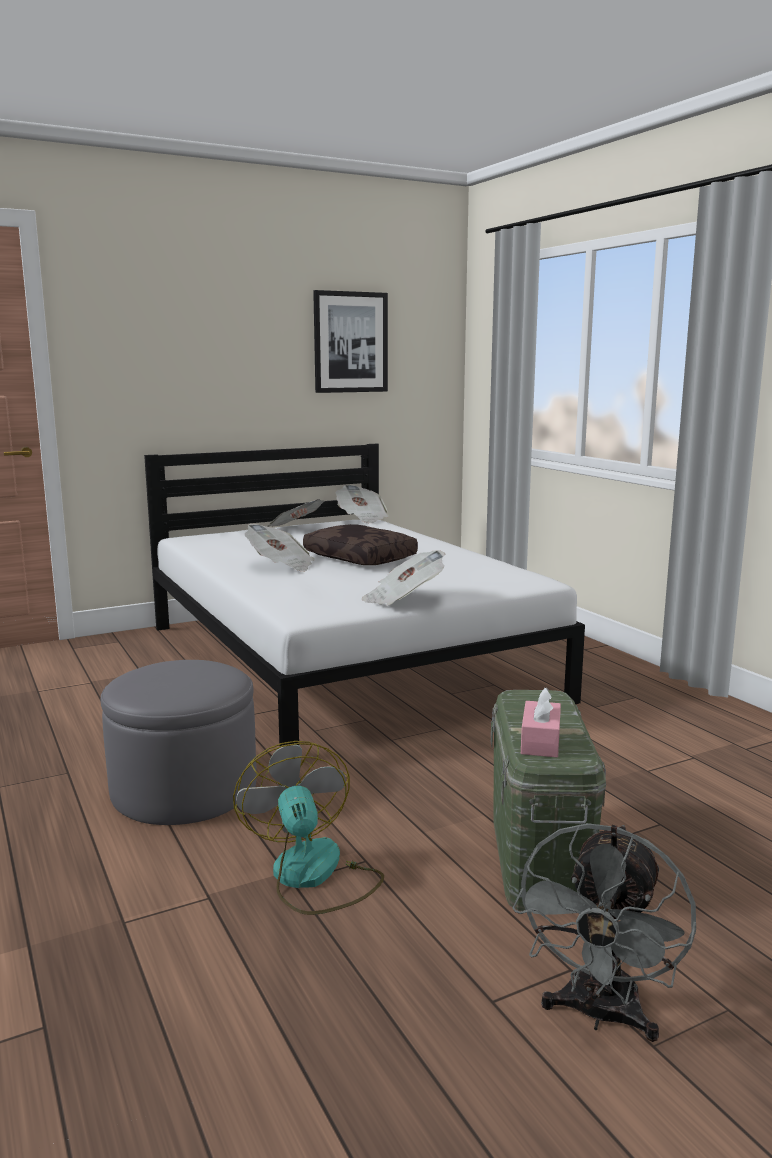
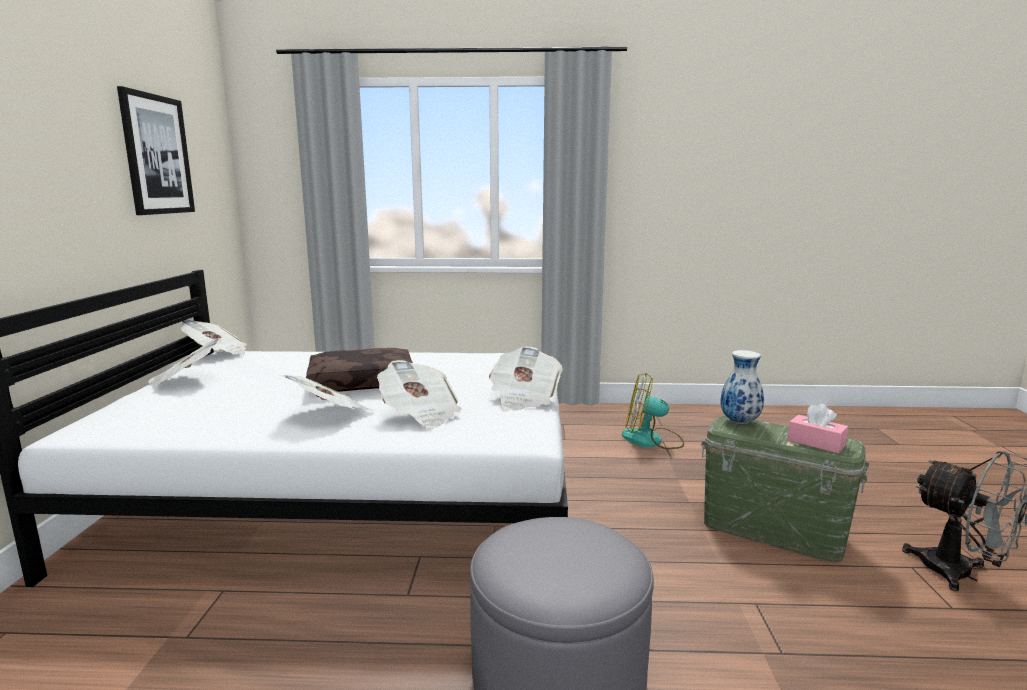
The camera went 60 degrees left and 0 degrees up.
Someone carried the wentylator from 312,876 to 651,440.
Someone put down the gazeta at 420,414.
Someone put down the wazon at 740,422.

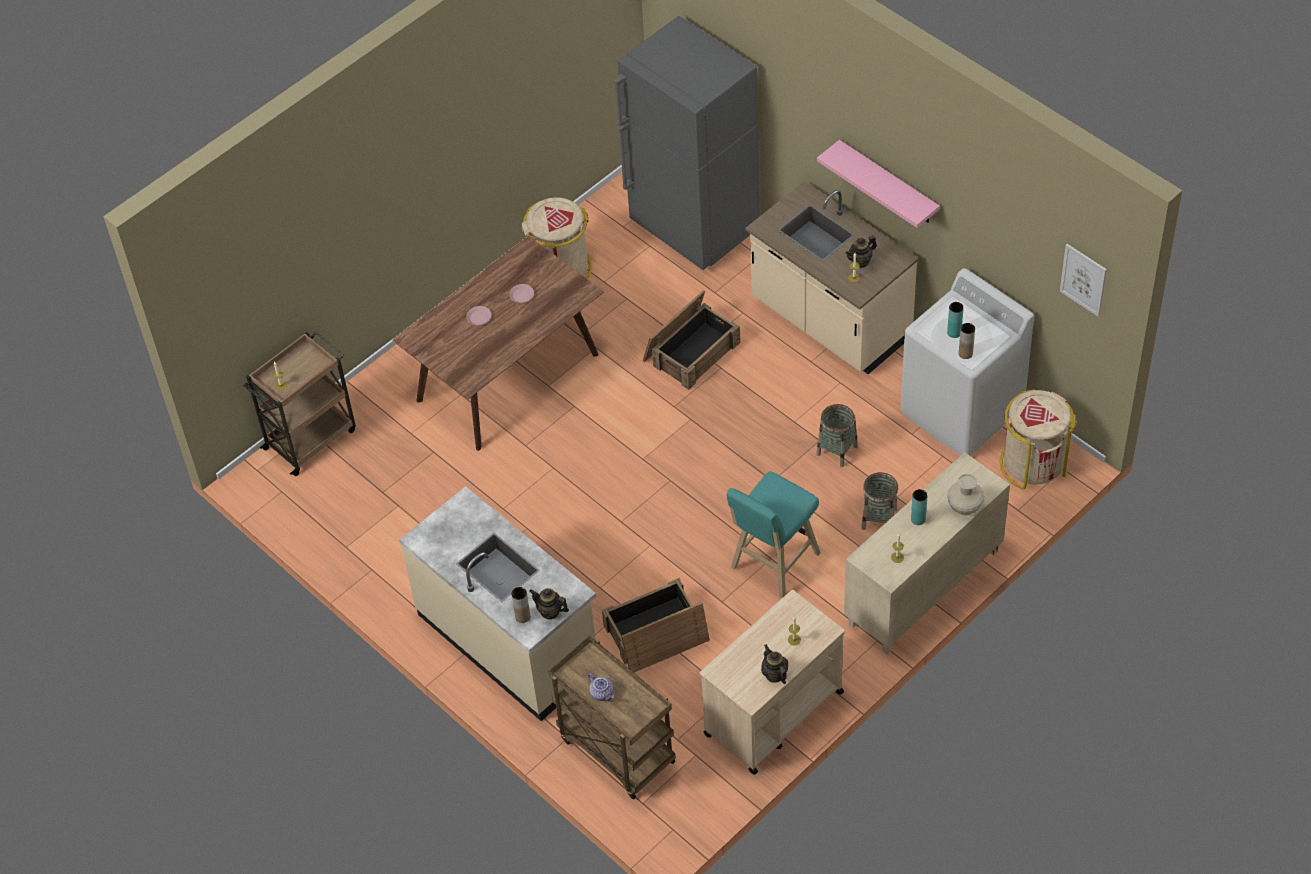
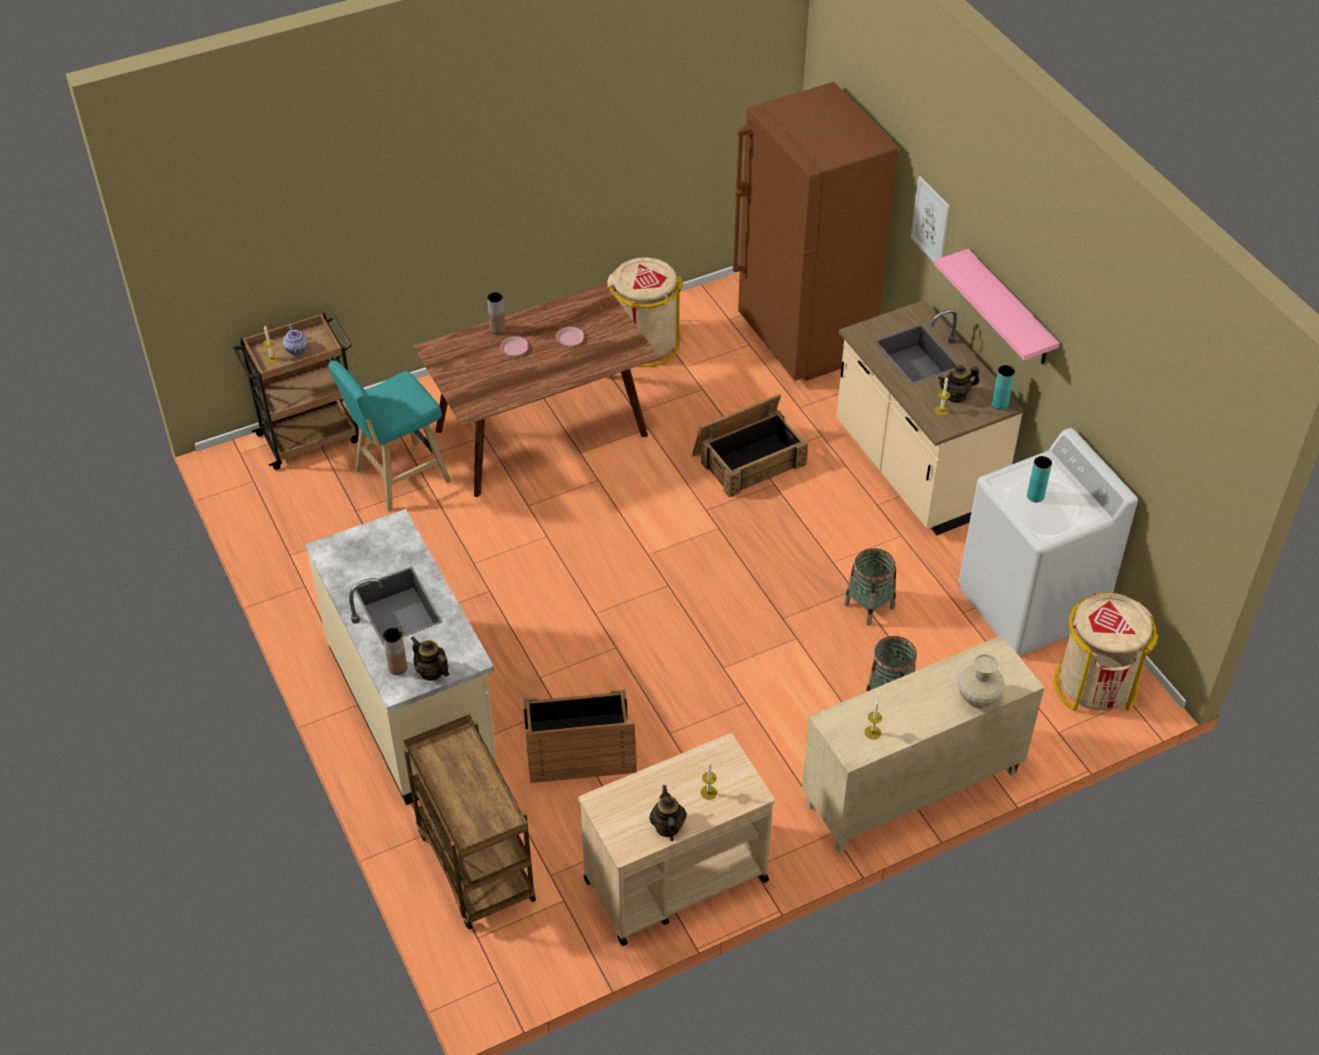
The camera went 15 degrees right and 5 degrees down.
Someone carried the imbryk from 602,693 to 297,349.
Someone repainted the lodówka/szary at 694,228, which became the lodówka/brązowy at 804,340.
Someone carried the stołek/turkusowy from 772,563 to 398,478.
Someone carried the wazon/turkusowy from 918,519 to 999,404.
Someone carried the wazon/brązowy from 965,353 to 497,330.
Someone carried the obraz from 1083,279 to 930,222.

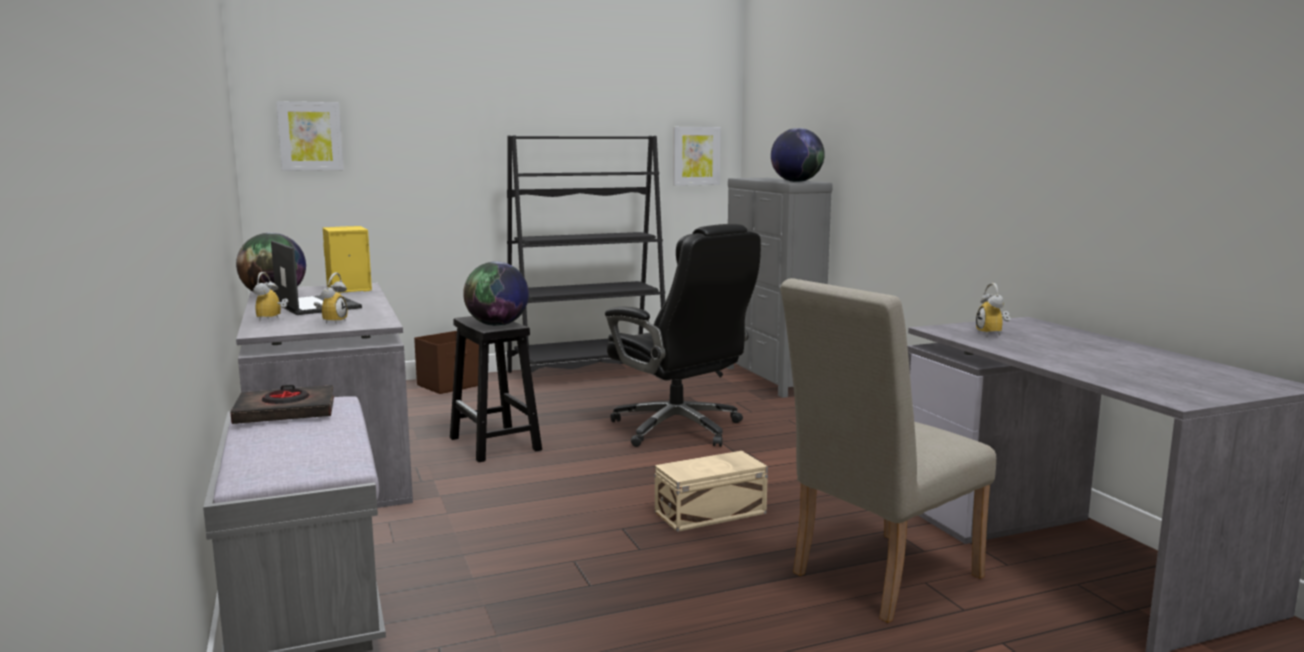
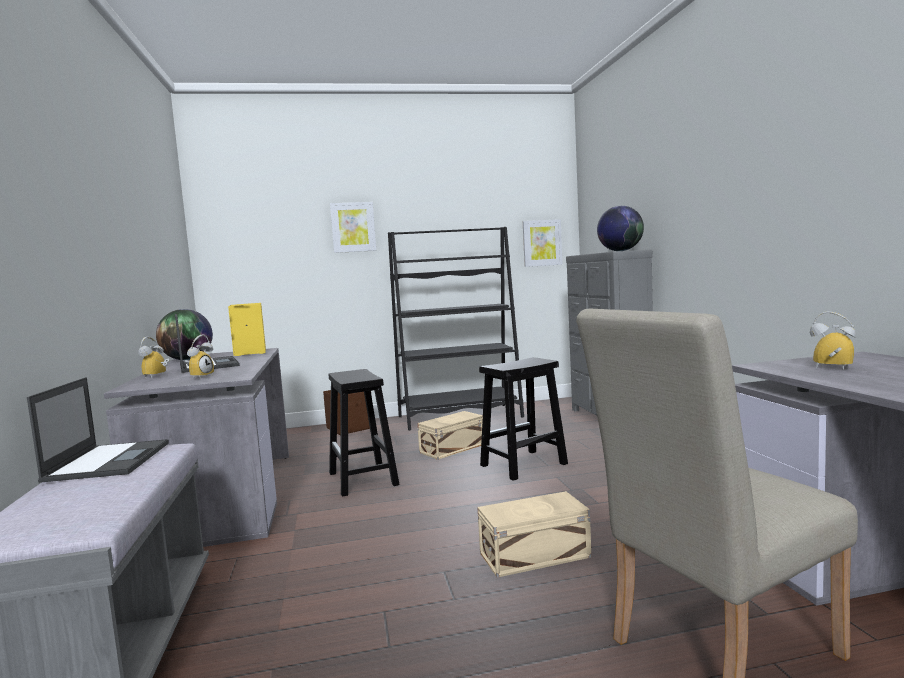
The camera went 10 degrees right and 5 degrees down.
Someone swapped the książka/czarny at 286,412 for the laptop at 109,460.
Someone carried the obraz from 310,136 to 353,227.
Someone took away the globus at 497,325.
Someone swapped the krzesło biurowe/czarny at 679,429 for the stołek/czarny at 522,465.
Someone rotated the budzik at 994,334 by 120 degrees clockwise.
Someone put down the pojemnik do przechowywania/beżowy at 451,448.

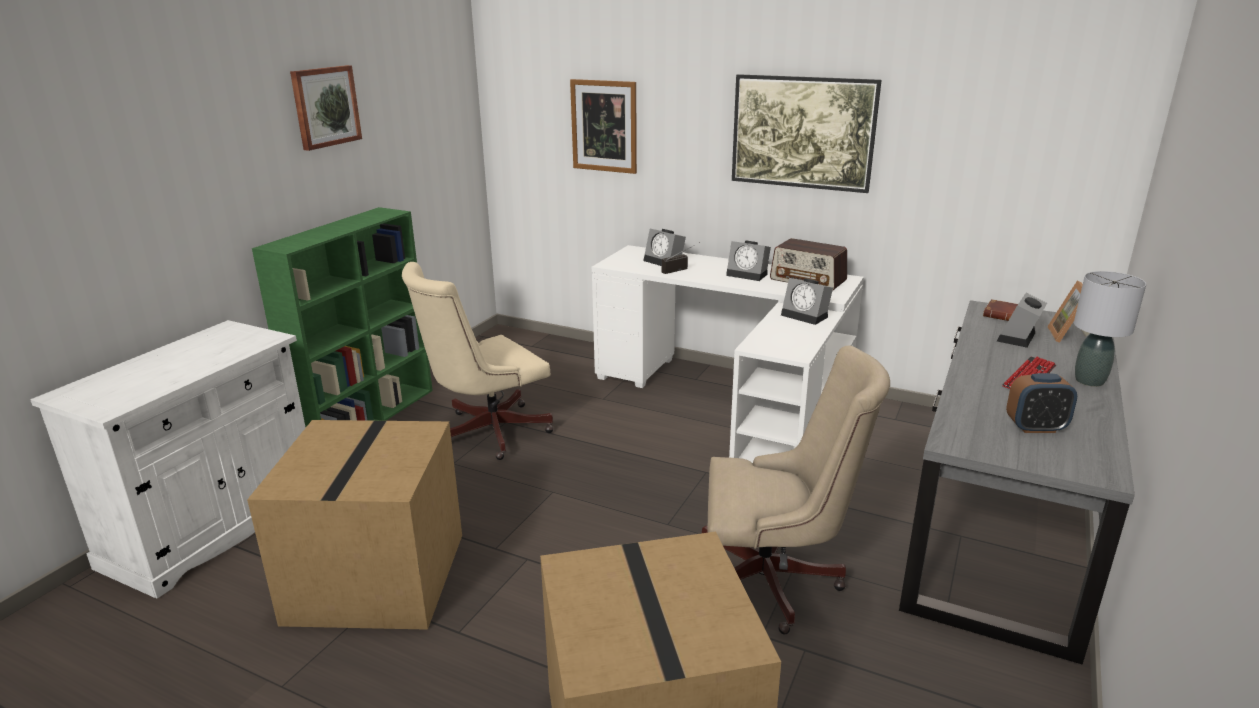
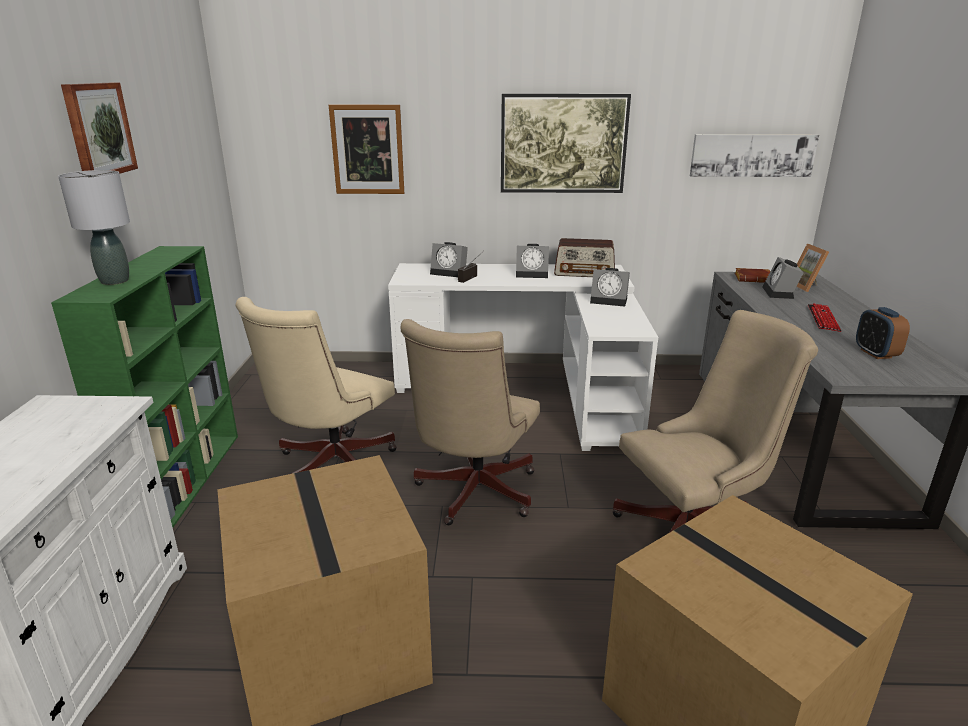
The camera went 25 degrees left and 0 degrees up.
Someone rotated the budzik at 1035,428 by 105 degrees clockwise.
Someone carried the lampa stołowa/szary from 1089,381 to 114,281.
Someone put down the krzesło biurowe/beżowy at 472,494.
Someone put up the obraz at 752,155.

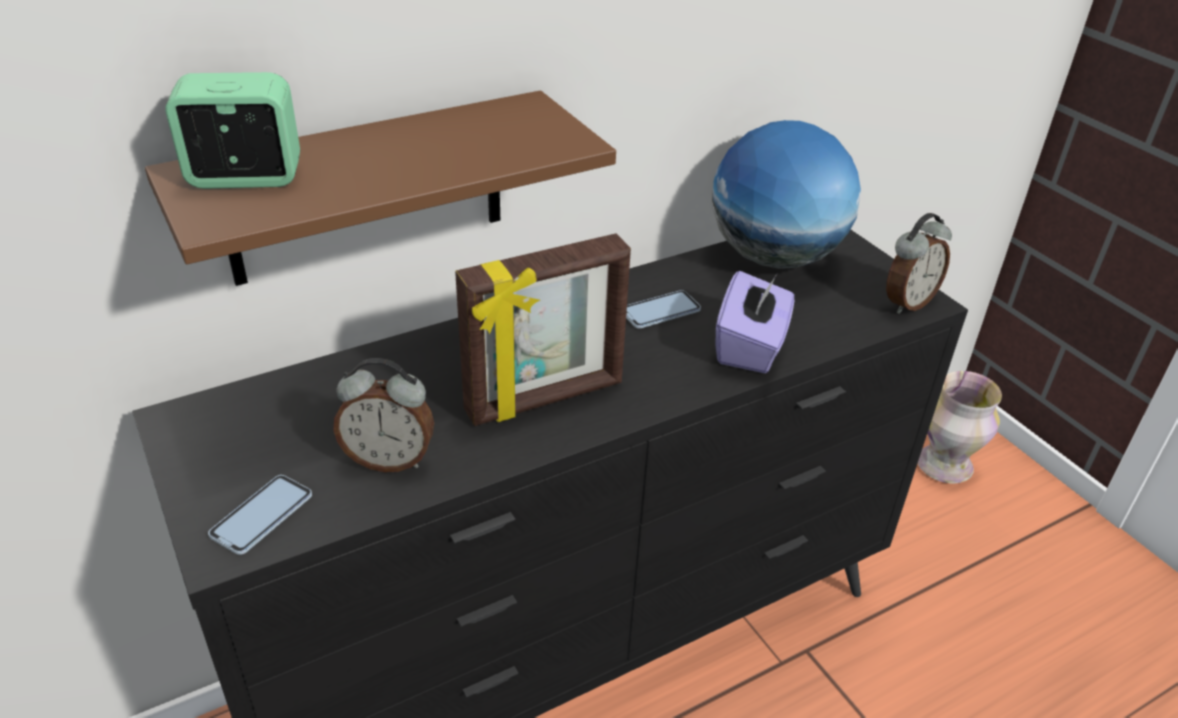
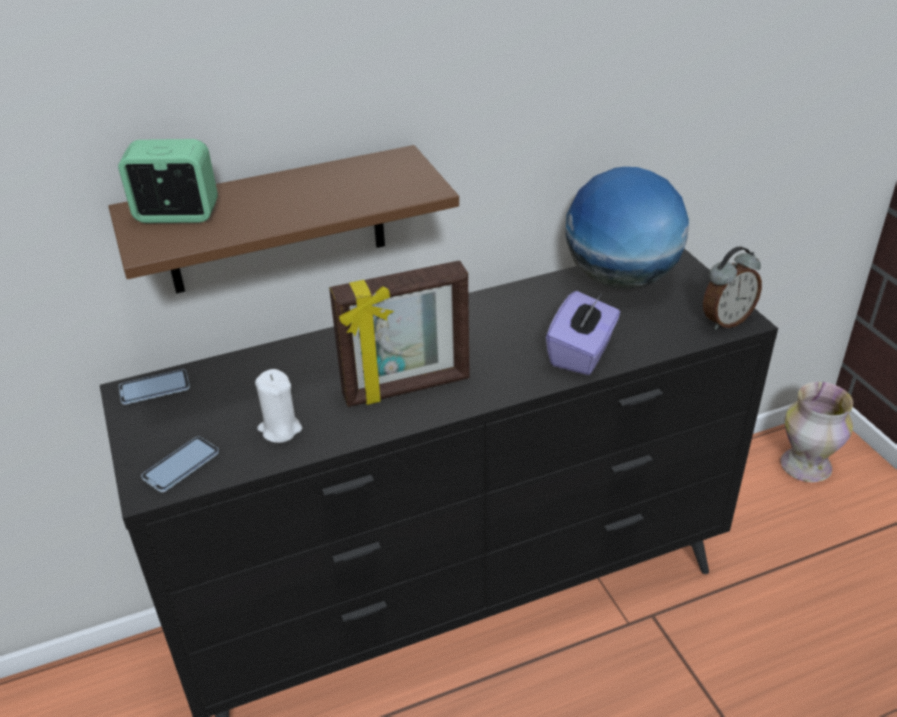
The camera went 10 degrees right and 0 degrees up.
Someone swapped the budzik at 389,459 for the świeca/biały at 280,429.
Someone carried the telefon from 660,311 to 154,388.

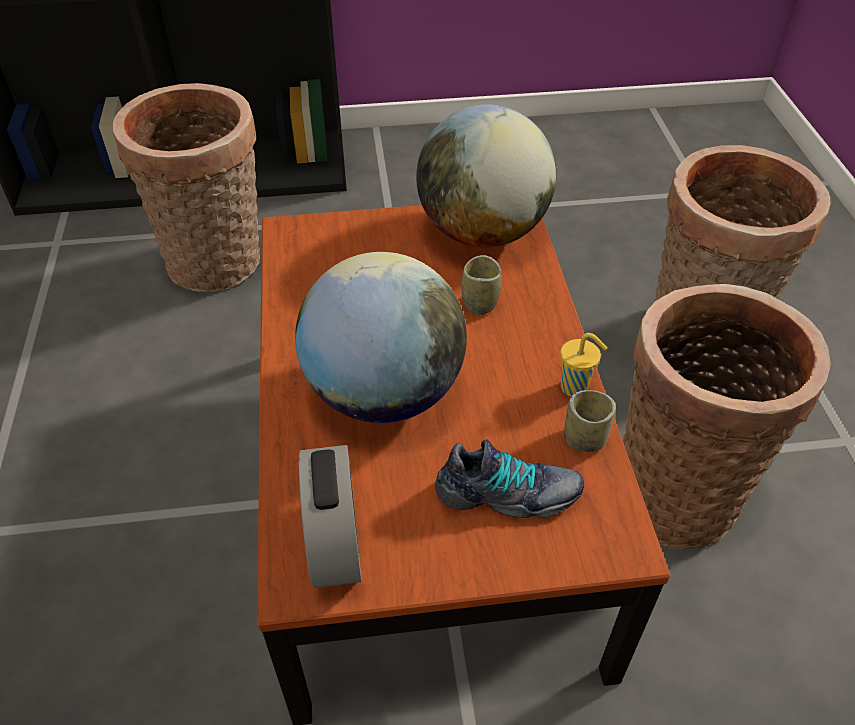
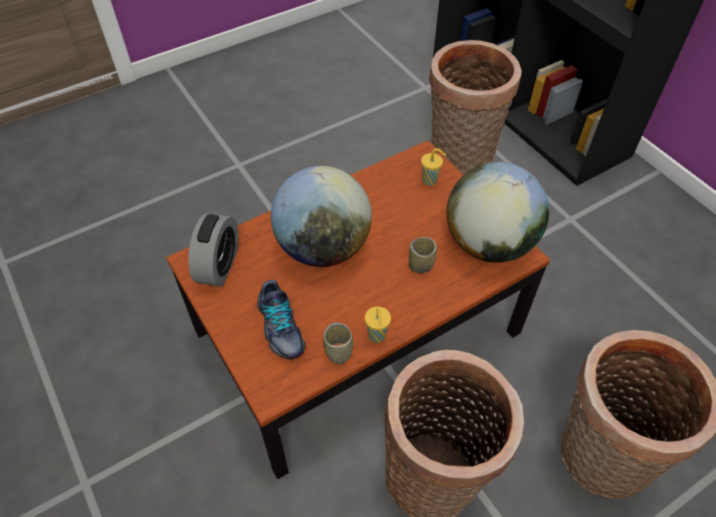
The camera went 65 degrees right and 5 degrees up.
Someone rotated the budzik at 334,542 by 45 degrees counterclockwise.
Someone put down the filiżanka/żółty at 430,181.

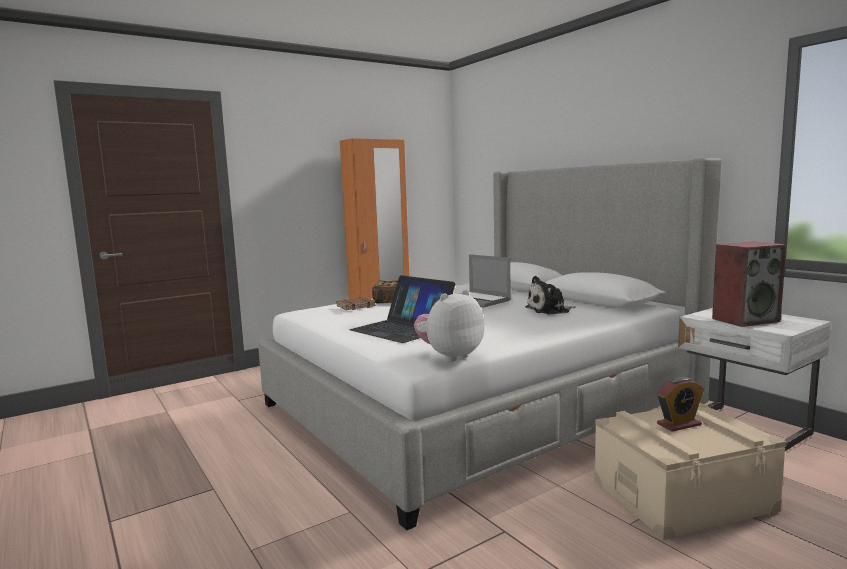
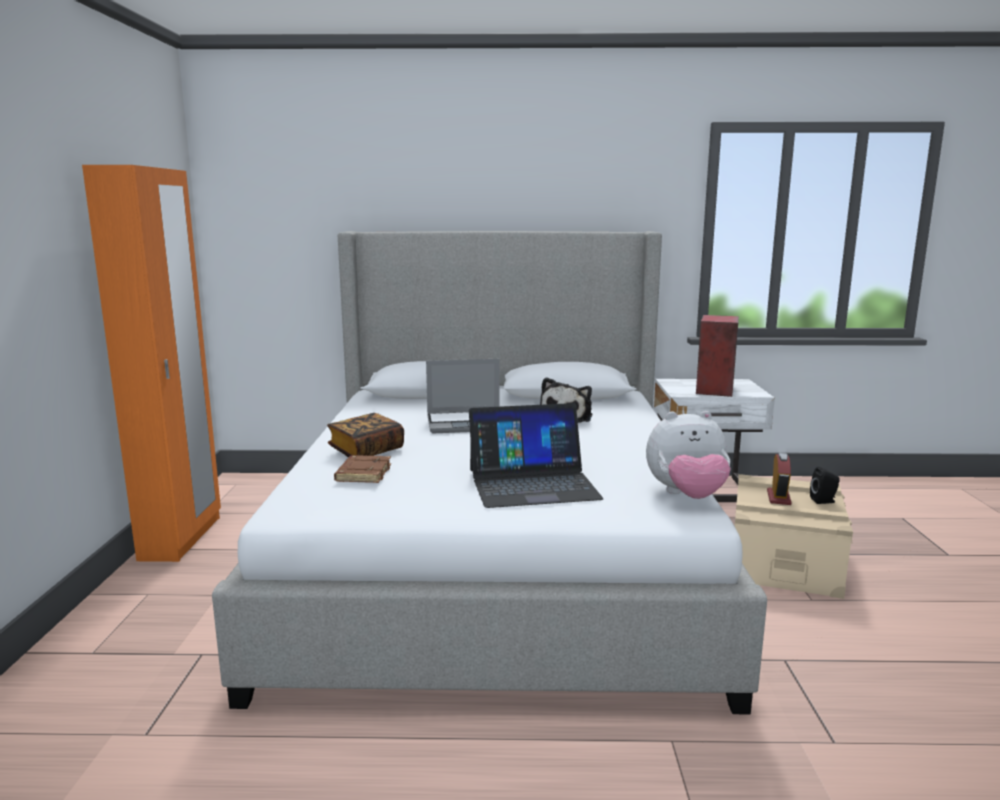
The camera went 55 degrees left and 5 degrees up.
Someone rotated the pluszak at 450,356 by 90 degrees counterclockwise.
Someone put down the głośnik/czarny at 824,501.

